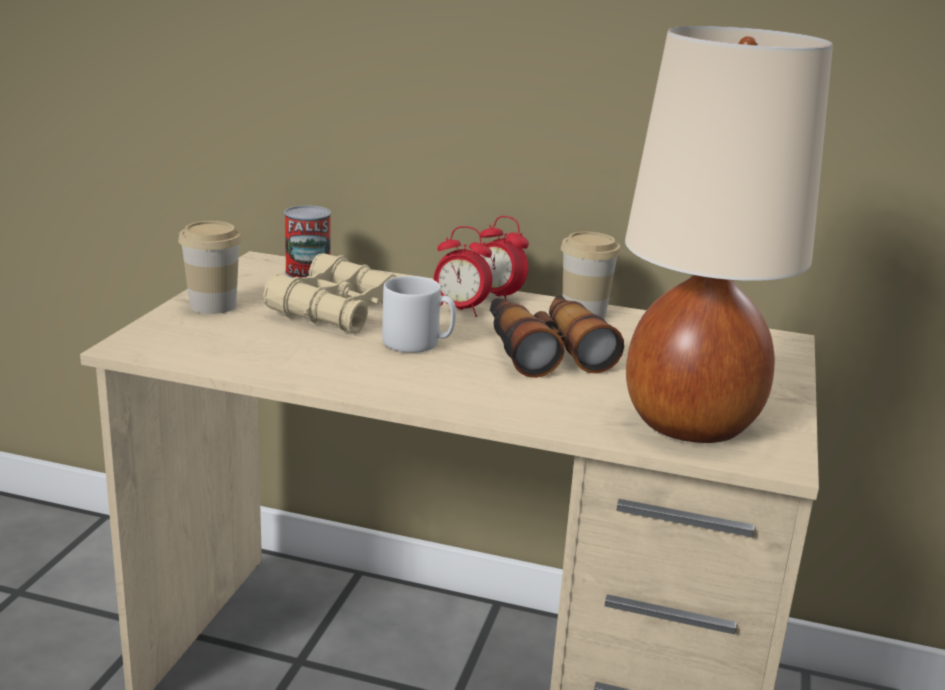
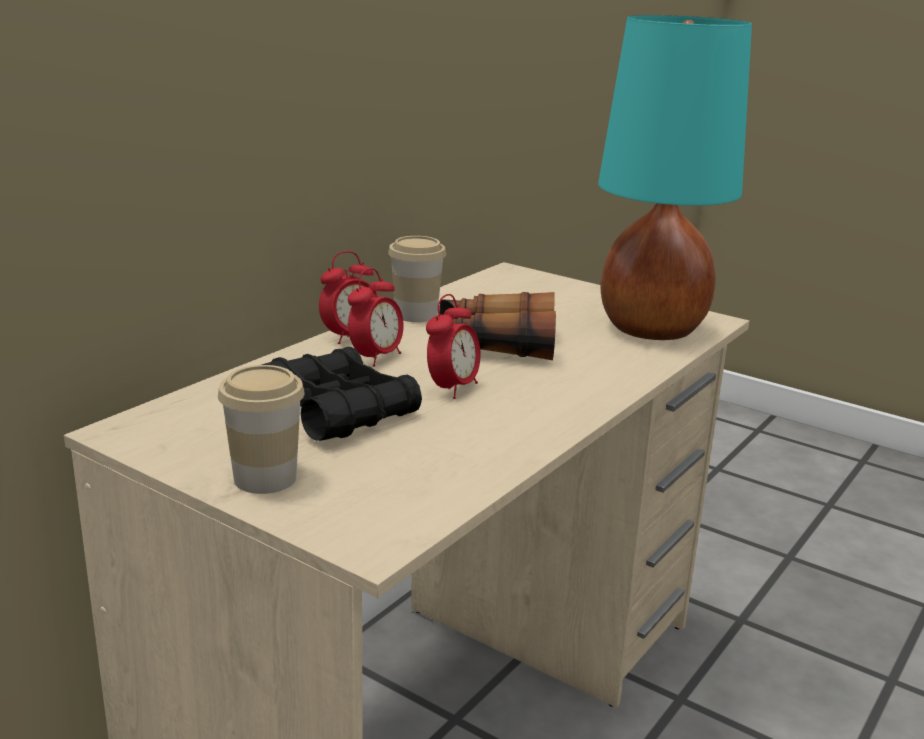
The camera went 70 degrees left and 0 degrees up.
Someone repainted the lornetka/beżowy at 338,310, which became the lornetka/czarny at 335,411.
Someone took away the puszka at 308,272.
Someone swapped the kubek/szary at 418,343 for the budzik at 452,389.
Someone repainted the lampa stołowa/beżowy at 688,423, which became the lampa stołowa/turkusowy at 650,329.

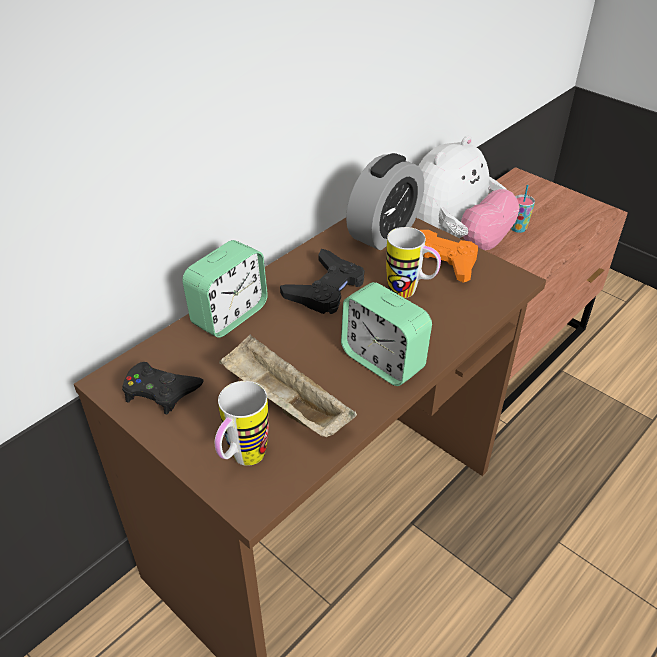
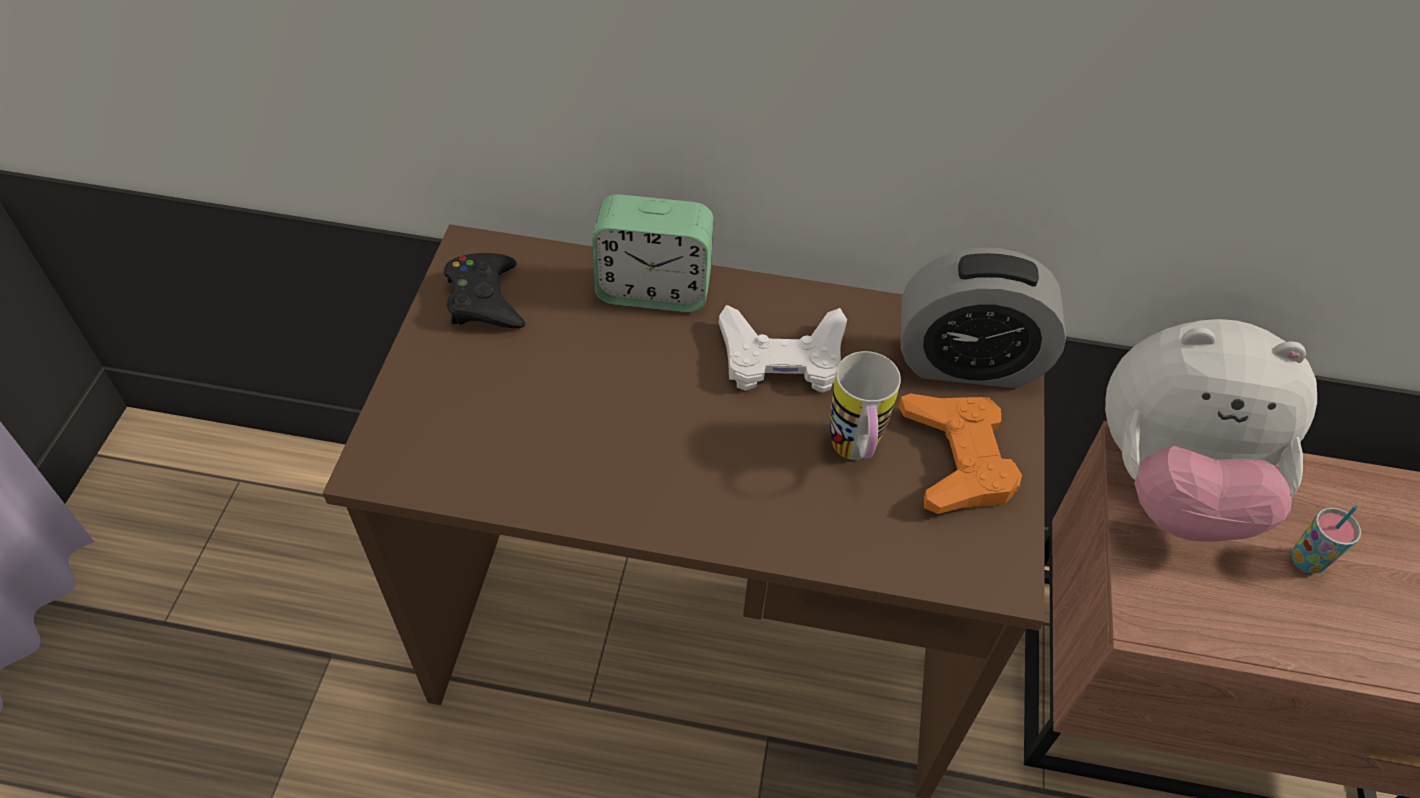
The camera went 55 degrees right and 10 degrees up.
Someone took away the kubek at 242,461.
Someone took away the taca/beżowy at 283,403.
Someone repainted the pad do gier/czarny at 325,289, which became the pad do gier/biały at 782,358.
Someone took away the budzik at 383,361.

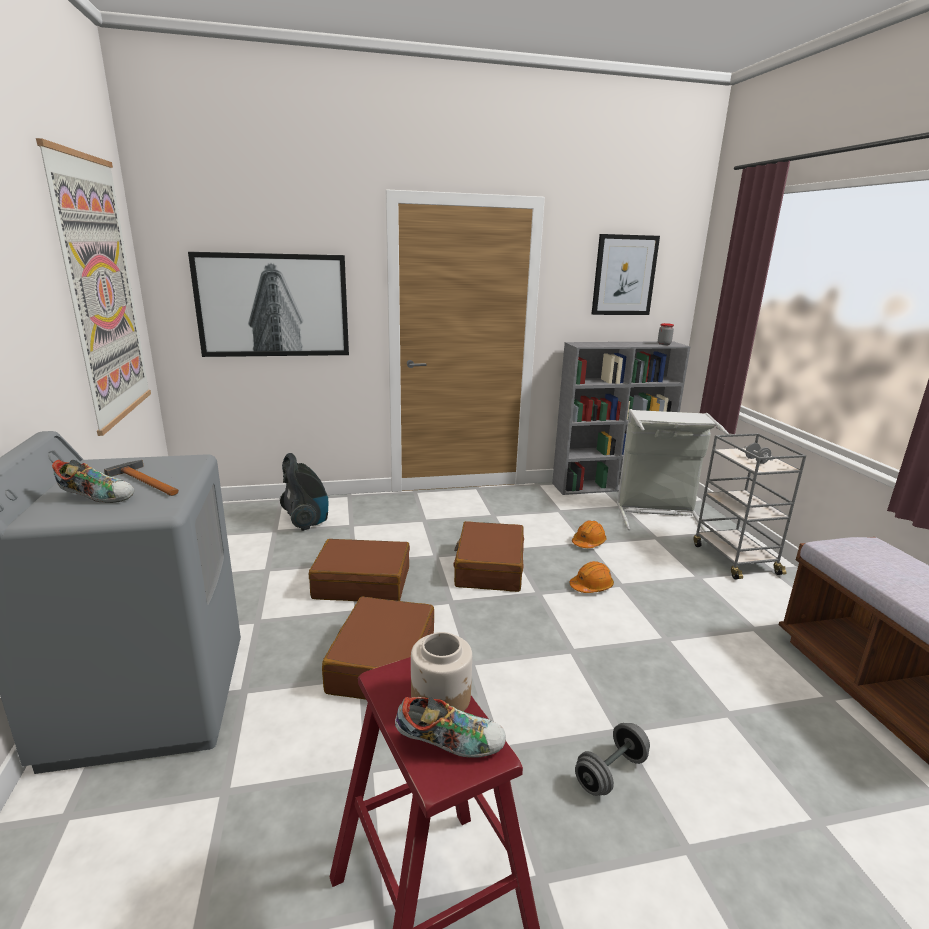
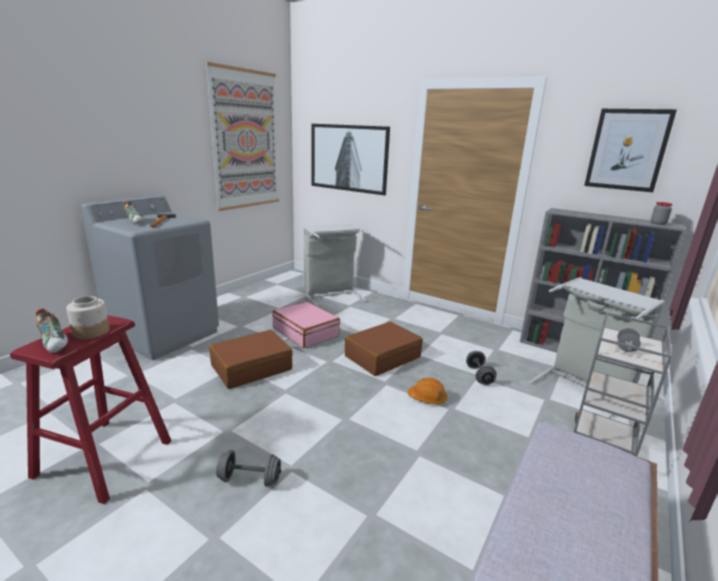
The camera went 45 degrees right and 0 degrees up.
Someone swapped the odkurzacz at 306,521 for the kosz na pranie/szary at 332,295.
Someone repainted the walizka/brązowy at 362,583, which became the walizka/różowy at 306,332.
Someone swapped the kask/pomarańczowy at 588,542 for the hantel/szary at 479,375.

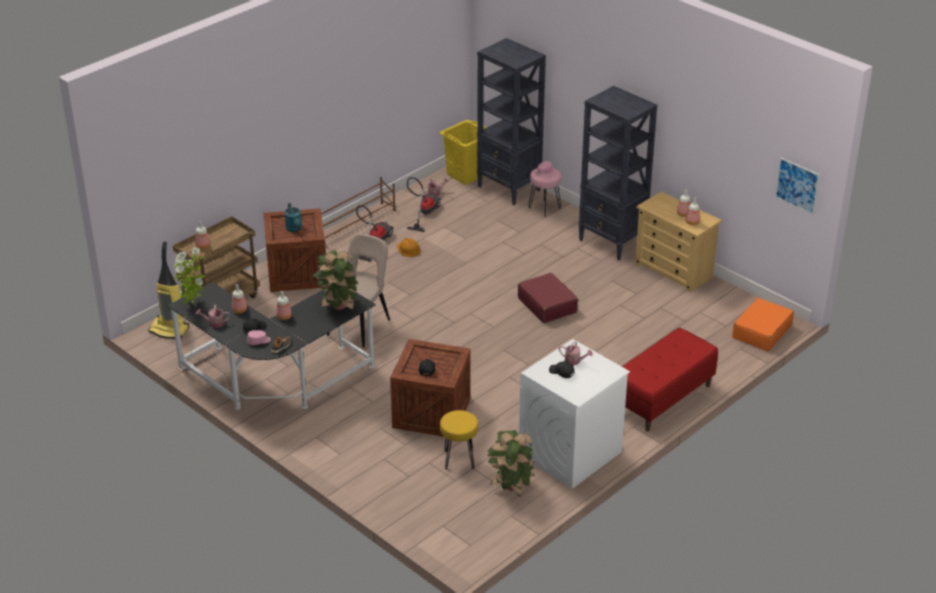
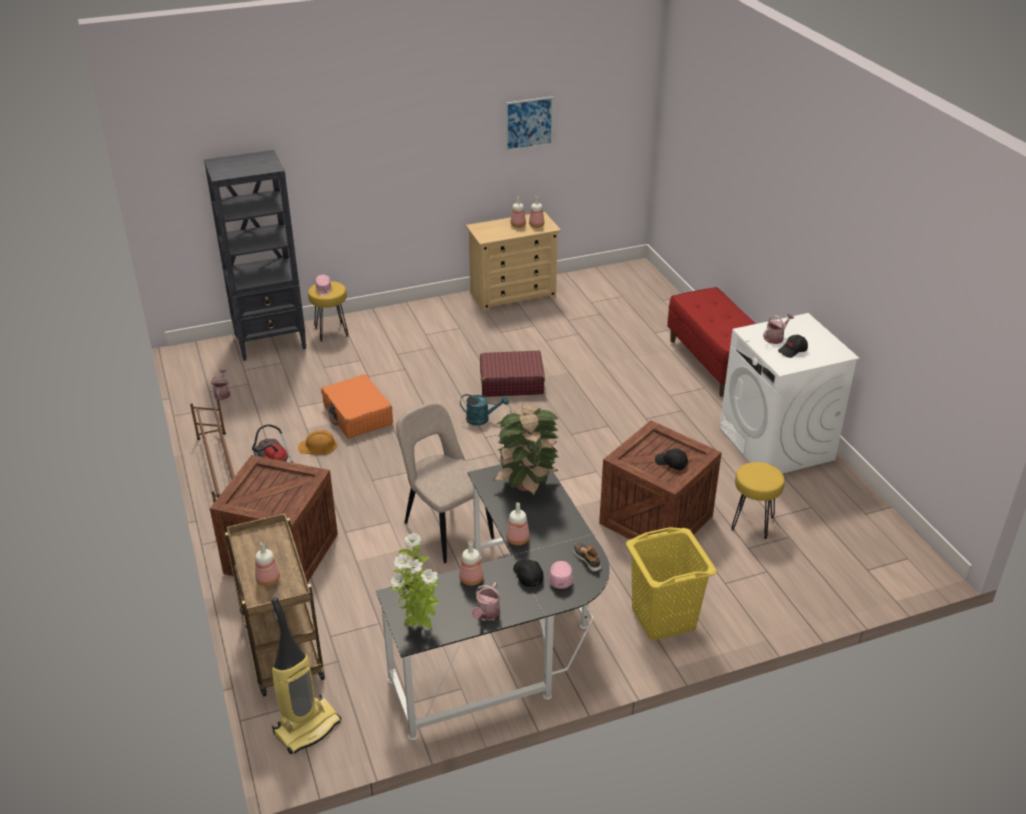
The camera went 65 degrees left and 0 degrees up.
Someone carried the konewka/turkusowy from 294,229 to 482,419.
Someone took away the odkurzacz at 424,213.
Someone carried the kosz na pranie/żółty from 465,175 to 663,618.
Someone took away the roślina doniczkowa at 510,486.
Someone repainted the stołek/różowy at 545,208, which became the stołek/żółty at 331,331.
Someone took away the regał/czarny at 612,242.
Someone carried the walizka/pomarańczowy from 761,332 to 358,415.
Someone carried the obraz from 797,186 to 529,123.

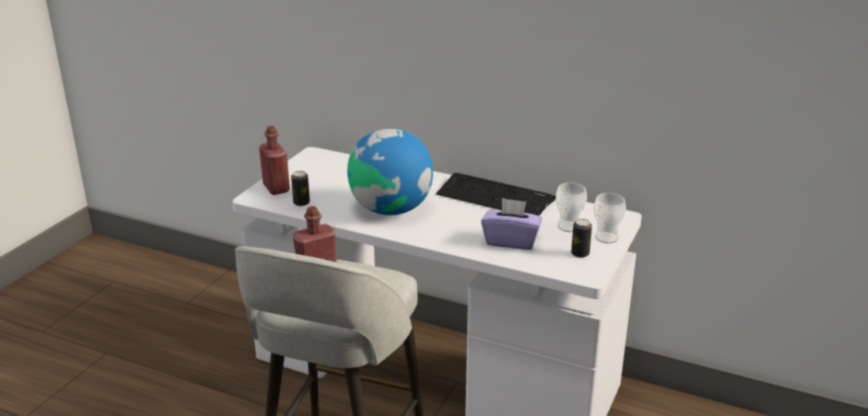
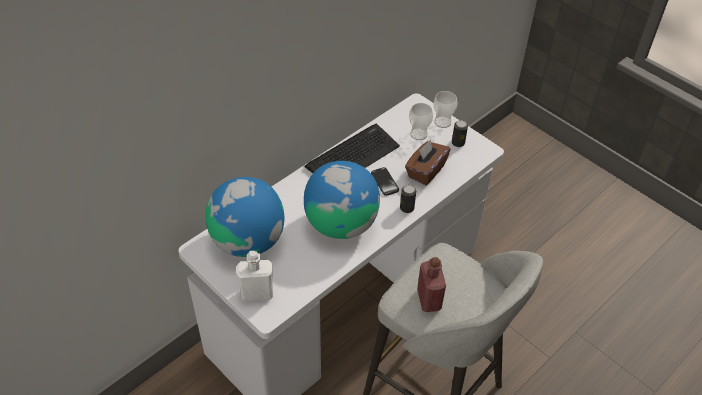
The camera went 70 degrees left and 20 degrees up.
Someone repainted the butelka/czerwony at 276,188, which became the butelka/biały at 257,293.
Someone carried the puszka from 301,203 to 407,208.
Someone repainted the pudełko chusteczek/fioletowy at 511,241, which became the pudełko chusteczek/brązowy at 425,171.
Someone put down the globus at 248,241.
Someone put down the telefon at 384,182.

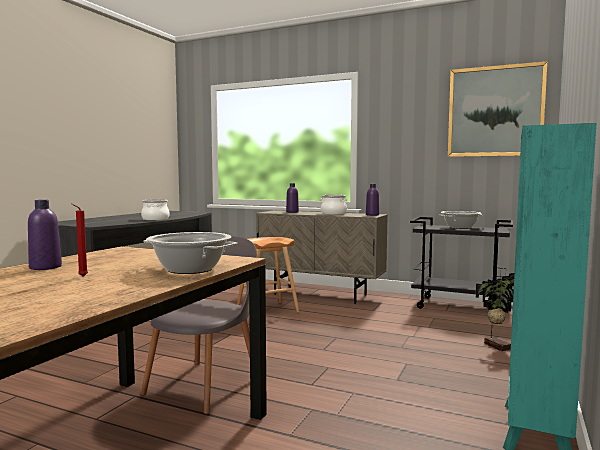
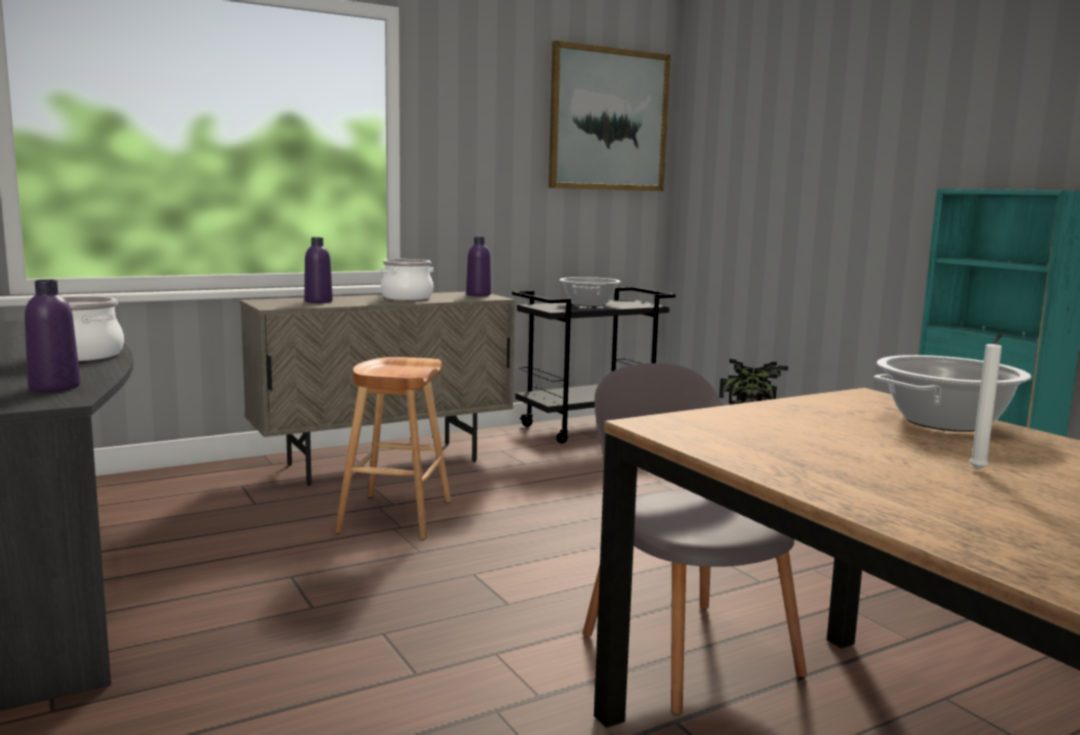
The camera went 55 degrees left and 5 degrees up.
Someone carried the butelka/fioletowy from 45,267 to 54,387.
Someone repainted the świeca/czerwony at 81,276, which became the świeca/biały at 978,471.

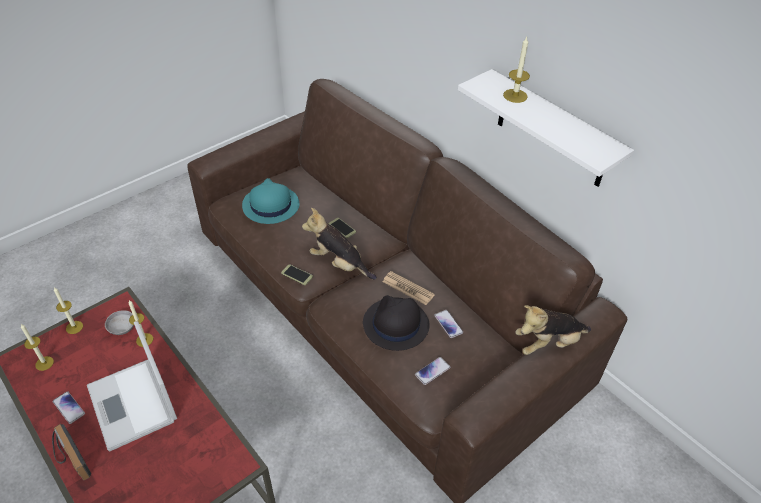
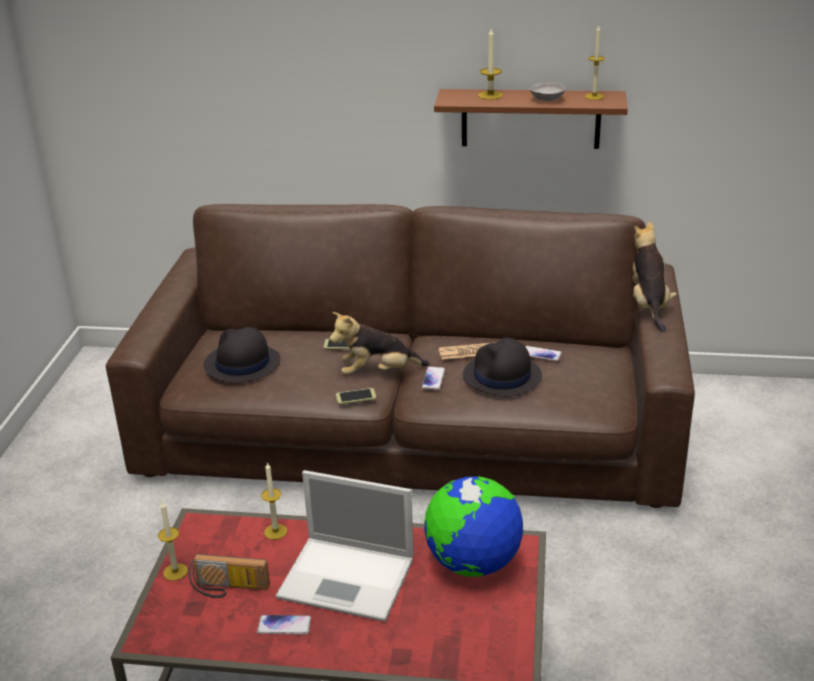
The camera went 40 degrees left and 15 degrees down.
Someone carried the świeca from 44,363 to 594,96.
Someone carried the radio from 69,459 to 228,589.
Someone carried the miska/szary from 122,328 to 547,100.
Someone repainted the kapelusz/turkusowy at 270,205, which became the kapelusz/czarny at 241,364.
Someone carried the telefon from 432,371 to 433,379.
Someone repainted the półka/biały at 552,130, which became the półka/brązowy at 530,118.
Someone rotated the pluszak at 548,343 by 150 degrees clockwise.
Someone put down the globus at 473,563.

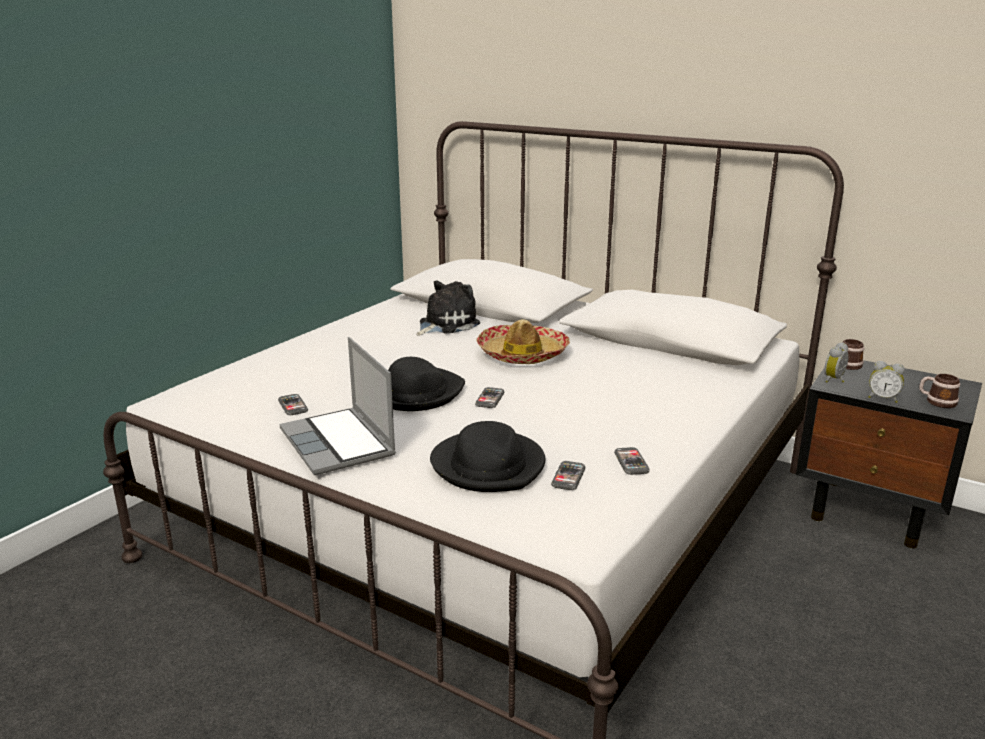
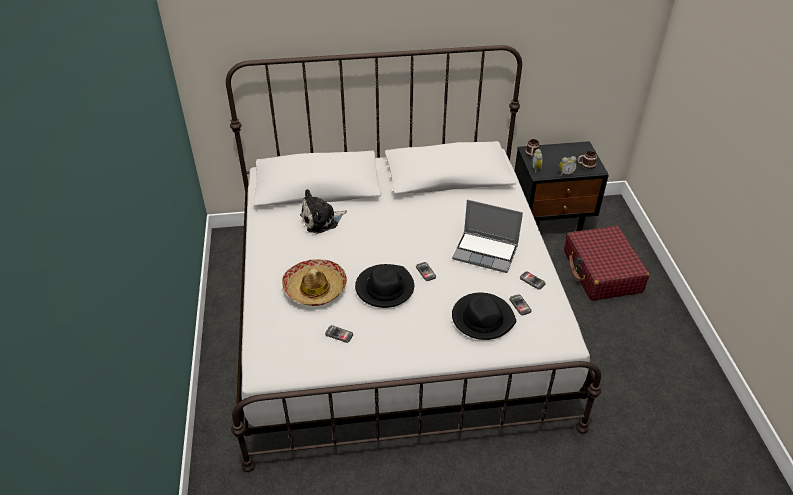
The camera went 40 degrees left and 20 degrees up.
Someone carried the laptop from 339,443 to 486,252.
Someone rotated the pluszak at 445,324 by 120 degrees counterclockwise.
Someone carried the kapelusz from 522,354 to 315,288.
Someone put down the walizka/czerwony at 601,272.

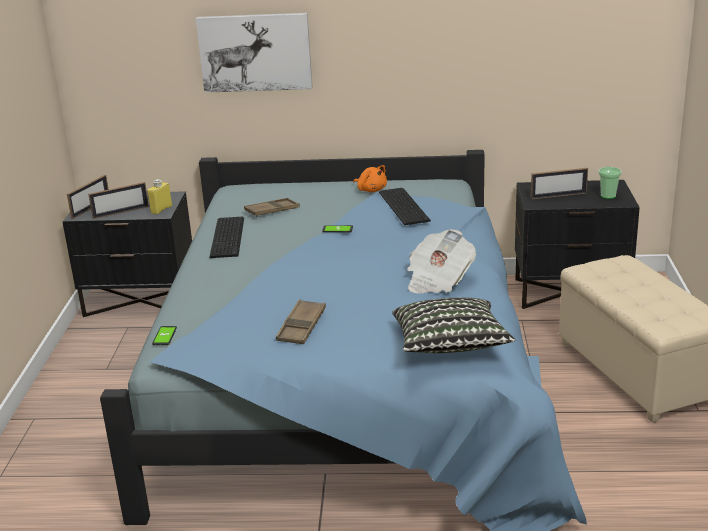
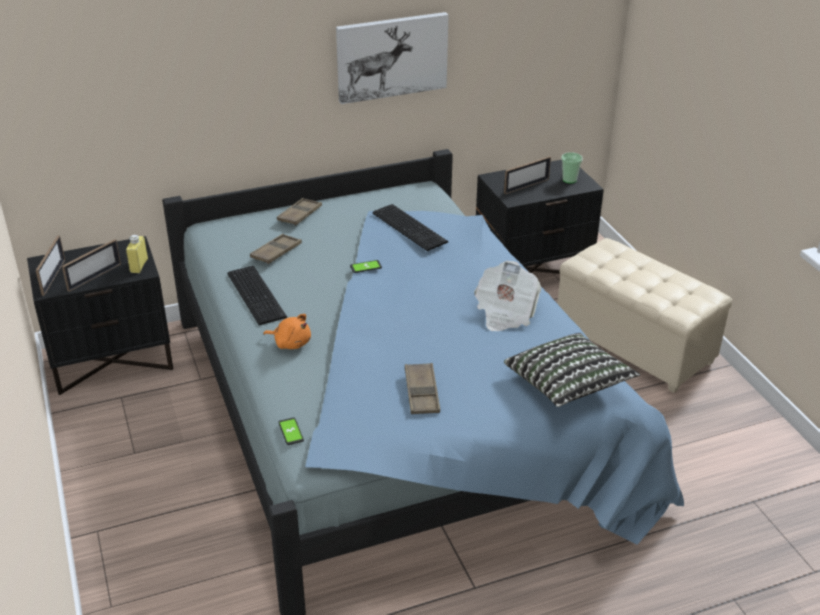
The camera went 25 degrees left and 10 degrees up.
Someone carried the obraz from 255,52 to 391,56.
Someone carried the pluszak/pomarańczowy from 371,190 to 291,343.
Someone put down the taca/brązowy at 300,215.

